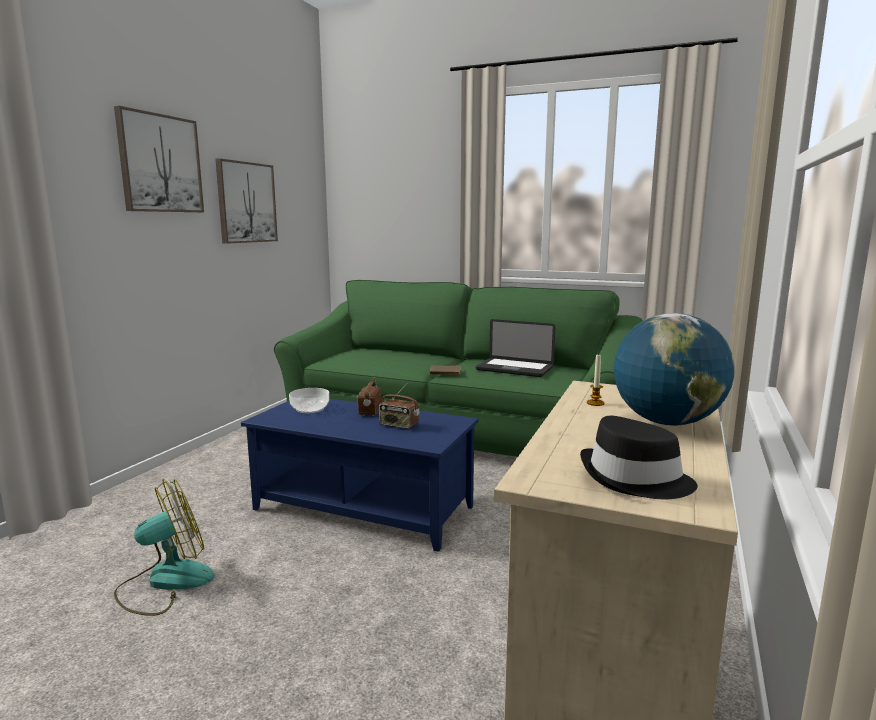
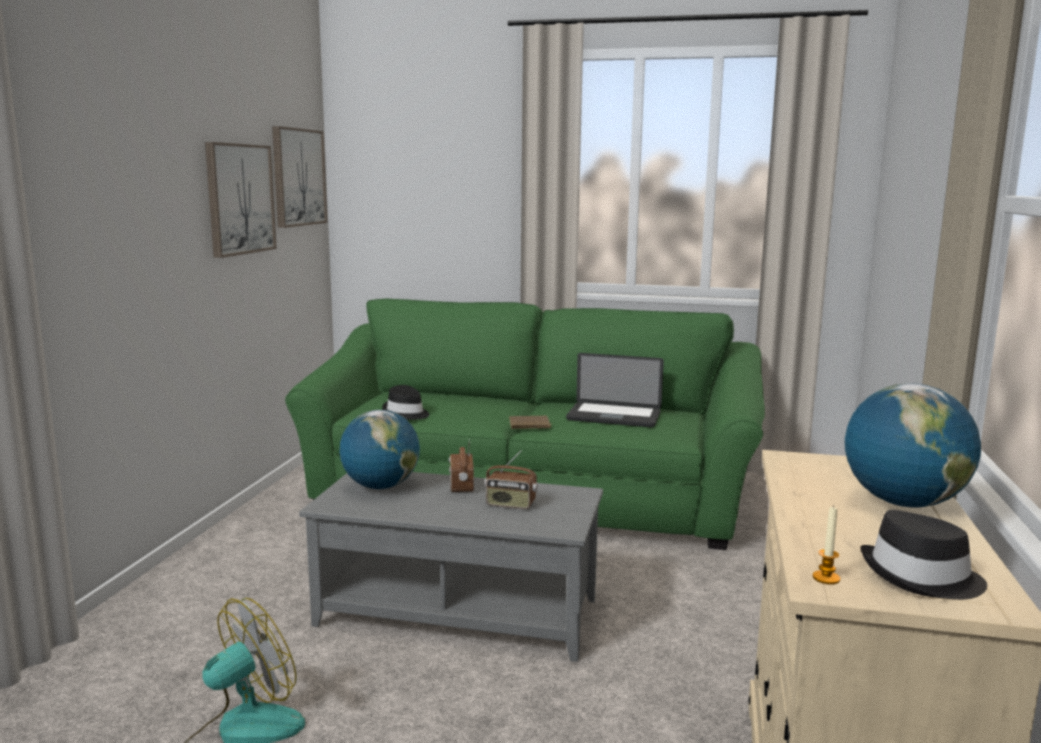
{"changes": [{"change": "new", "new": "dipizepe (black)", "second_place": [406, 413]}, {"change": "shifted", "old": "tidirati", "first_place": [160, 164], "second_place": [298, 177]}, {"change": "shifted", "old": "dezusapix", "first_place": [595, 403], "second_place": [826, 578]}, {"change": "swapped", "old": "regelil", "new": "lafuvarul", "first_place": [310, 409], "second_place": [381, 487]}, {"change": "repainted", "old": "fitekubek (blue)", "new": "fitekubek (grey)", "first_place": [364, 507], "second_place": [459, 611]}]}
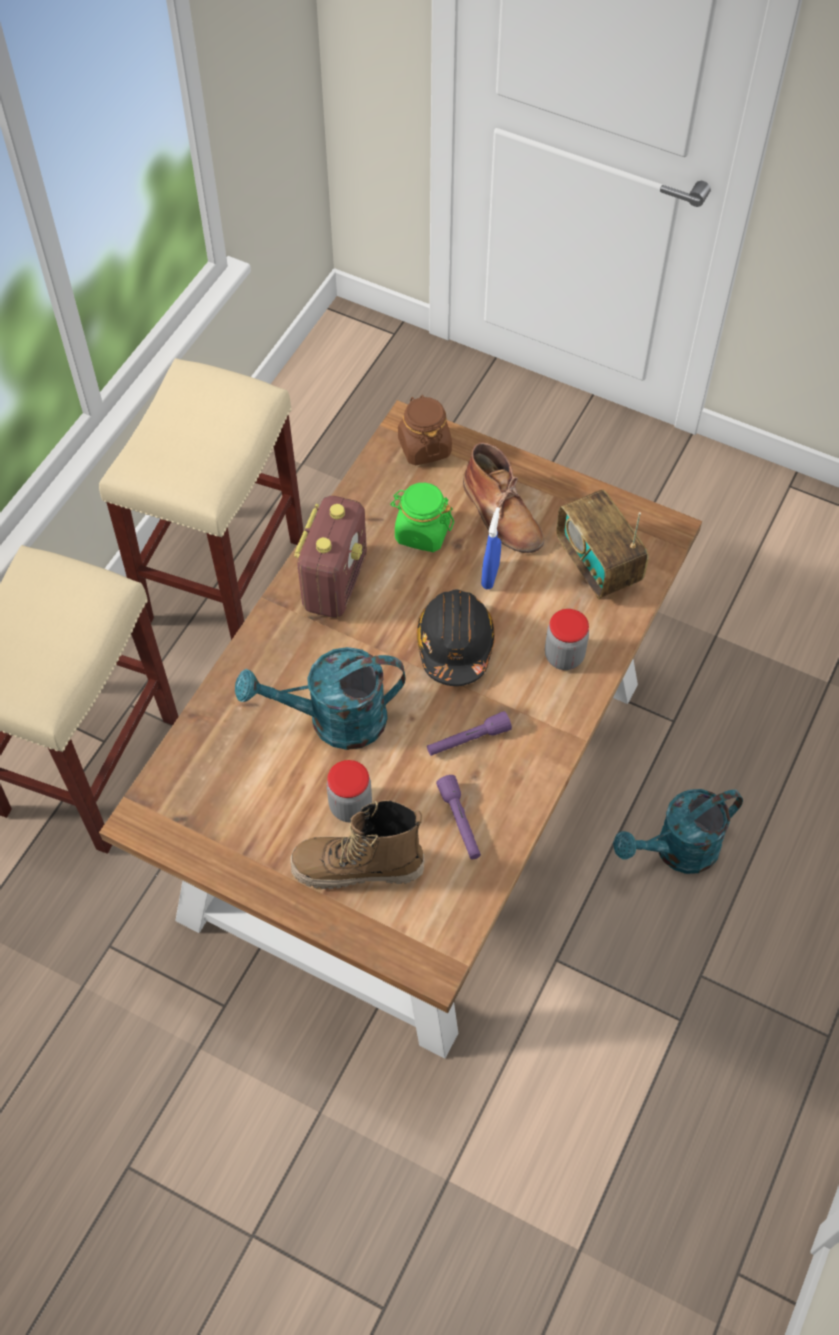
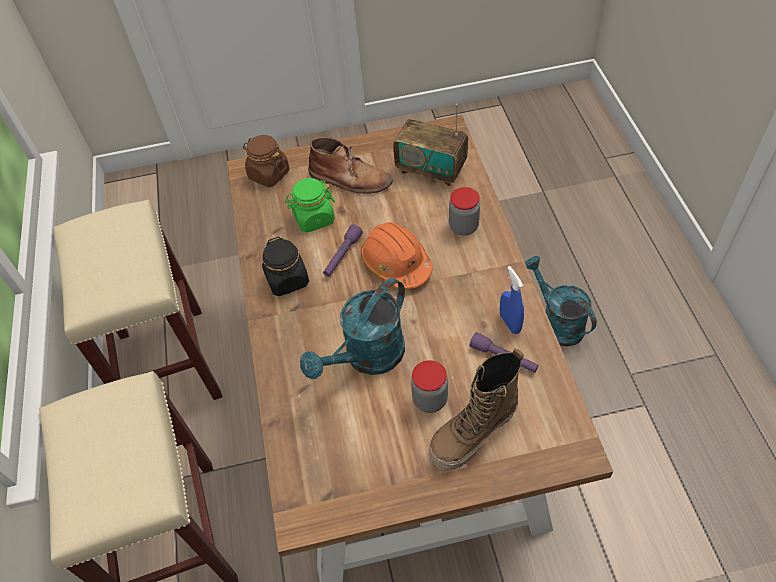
{"changes": [{"change": "shifted", "old": "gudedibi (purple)", "first_place": [468, 740], "second_place": [342, 256]}, {"change": "shifted", "old": "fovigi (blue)", "first_place": [490, 576], "second_place": [510, 323]}, {"change": "swapped", "old": "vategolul", "new": "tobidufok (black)", "first_place": [335, 582], "second_place": [287, 280]}, {"change": "repainted", "old": "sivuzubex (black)", "new": "sivuzubex (orange)", "first_place": [455, 644], "second_place": [396, 263]}, {"change": "rotated", "old": "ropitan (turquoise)", "first_place": [677, 851], "second_place": [556, 322], "degrees": 120}]}
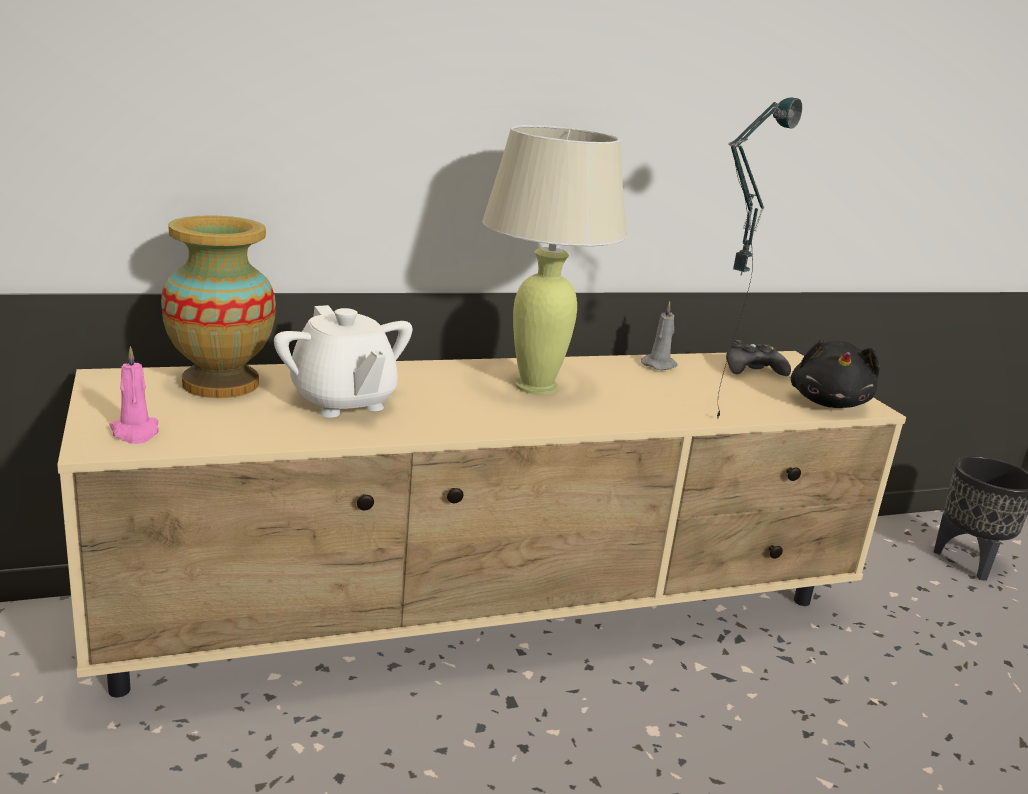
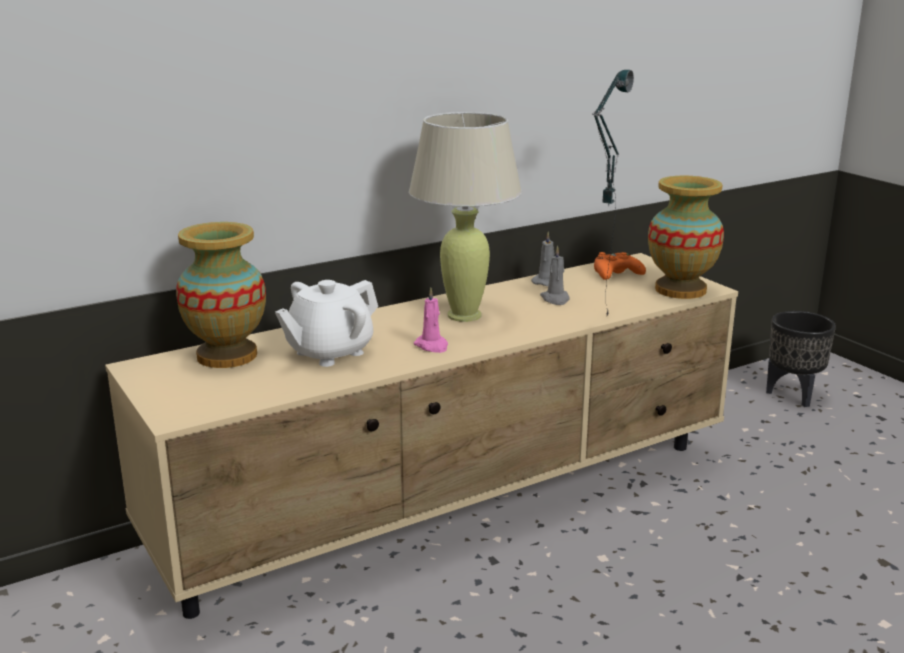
{"changes": [{"change": "new", "new": "dezusapix (grey)", "second_place": [555, 299]}, {"change": "shifted", "old": "dezusapix (pink)", "first_place": [135, 432], "second_place": [432, 346]}, {"change": "swapped", "old": "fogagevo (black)", "new": "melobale", "first_place": [829, 402], "second_place": [680, 290]}, {"change": "repainted", "old": "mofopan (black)", "new": "mofopan (orange)", "first_place": [752, 370], "second_place": [616, 274]}, {"change": "rotated", "old": "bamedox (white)", "first_place": [343, 402], "second_place": [329, 352], "degrees": 90}]}
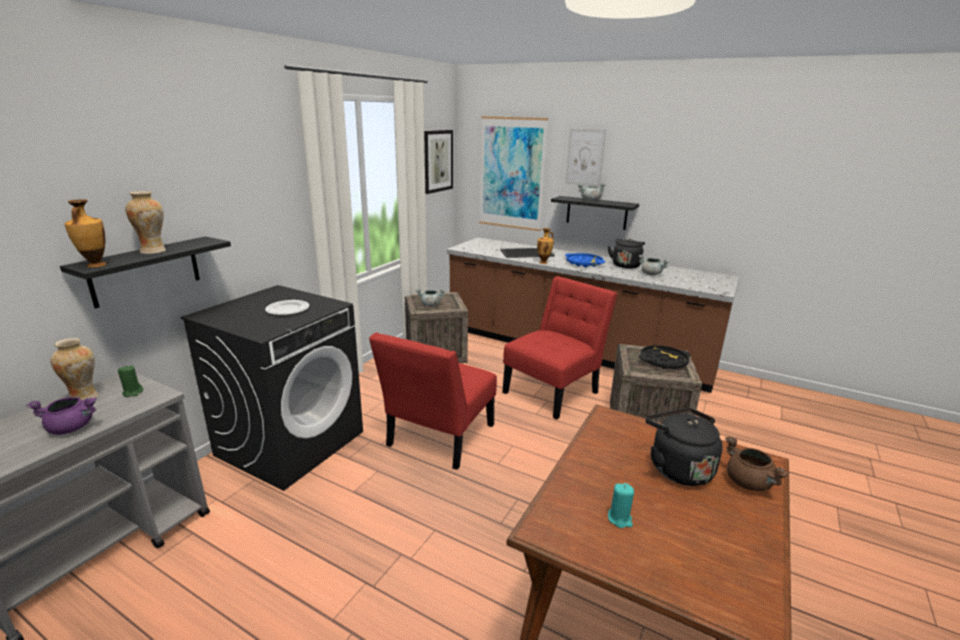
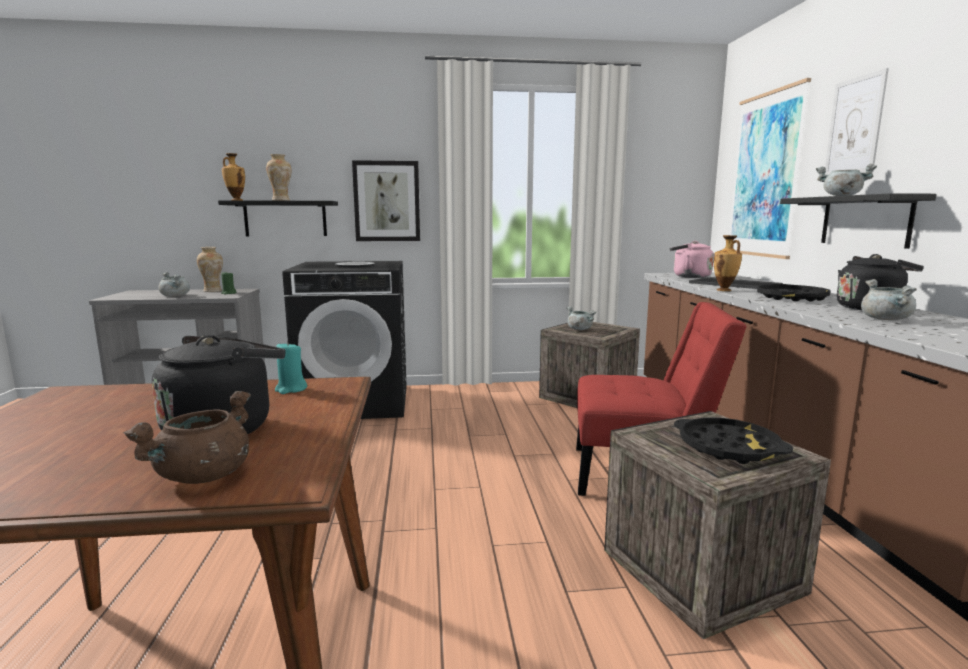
{"changes": [{"change": "gone", "old": "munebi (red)", "first_place": [438, 439]}, {"change": "new", "new": "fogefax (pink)", "second_place": [689, 276]}, {"change": "shifted", "old": "tidirati", "first_place": [437, 161], "second_place": [387, 201]}, {"change": "shifted", "old": "dezusapix (turquoise)", "first_place": [620, 519], "second_place": [291, 389]}, {"change": "repainted", "old": "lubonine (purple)", "new": "lubonine (grey)", "first_place": [72, 428], "second_place": [175, 296]}, {"change": "repainted", "old": "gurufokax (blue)", "new": "gurufokax (black)", "first_place": [584, 263], "second_place": [791, 298]}]}
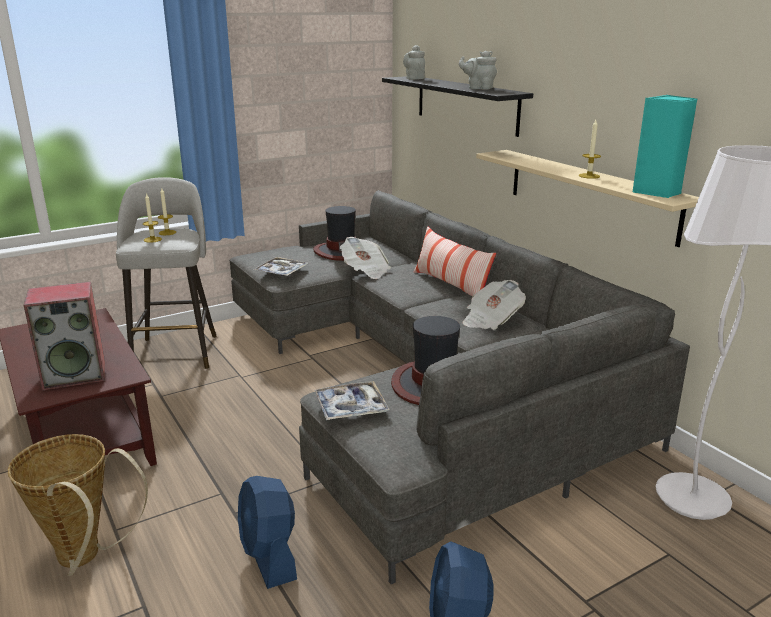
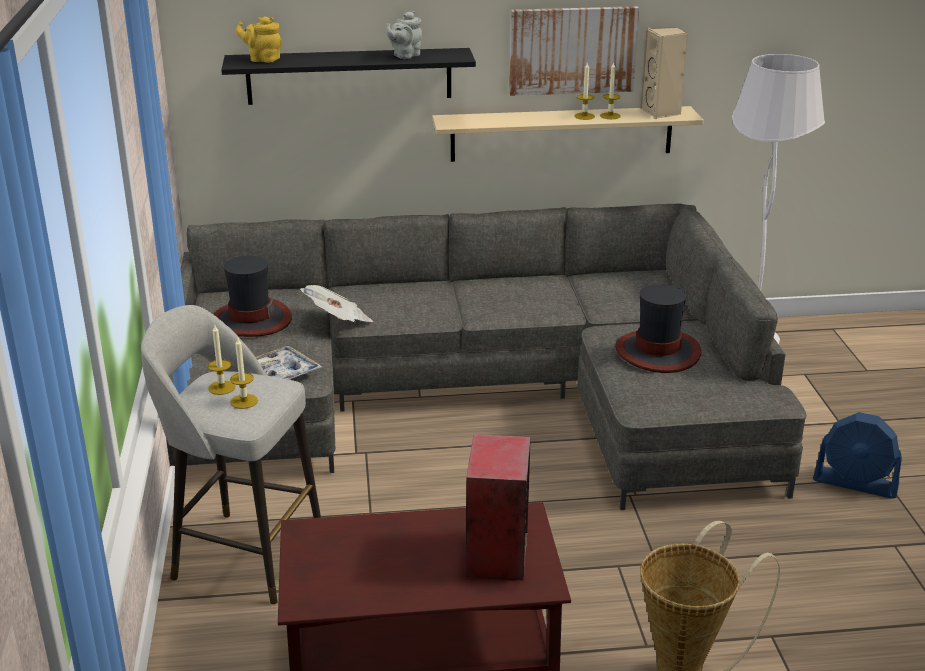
{"changes": [{"change": "gone", "old": "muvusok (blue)", "first_place": [269, 555]}, {"change": "gone", "old": "gurufokax", "first_place": [351, 407]}, {"change": "gone", "old": "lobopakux", "first_place": [451, 285]}, {"change": "gone", "old": "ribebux", "first_place": [491, 320]}, {"change": "new", "new": "tidirati", "second_place": [572, 50]}, {"change": "new", "new": "dezusapix", "second_place": [610, 116]}, {"change": "repainted", "old": "bamedox (grey)", "new": "bamedox (yellow)", "first_place": [414, 78], "second_place": [262, 59]}, {"change": "repainted", "old": "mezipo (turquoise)", "new": "mezipo (beige)", "first_place": [657, 192], "second_place": [661, 112]}]}
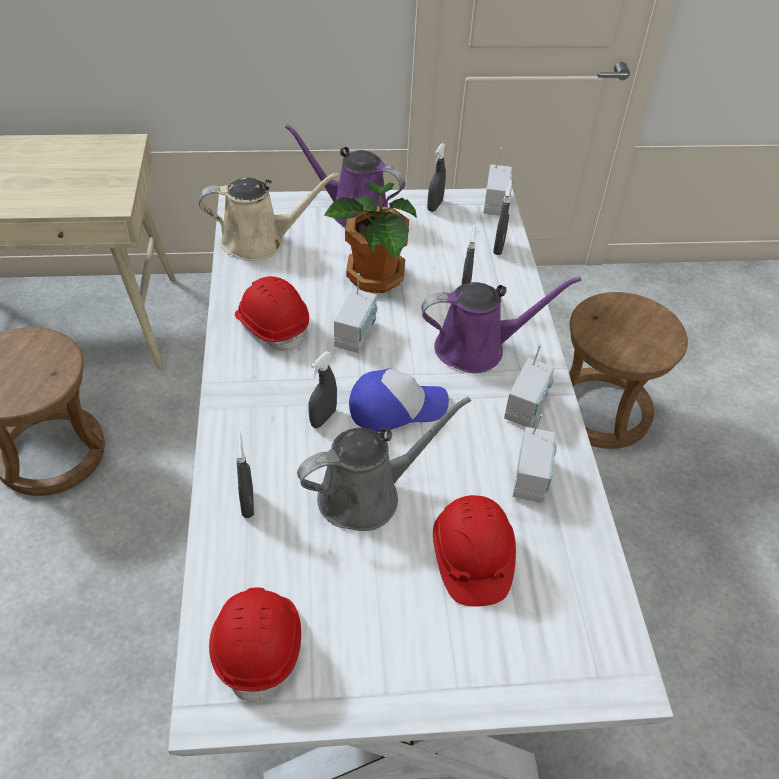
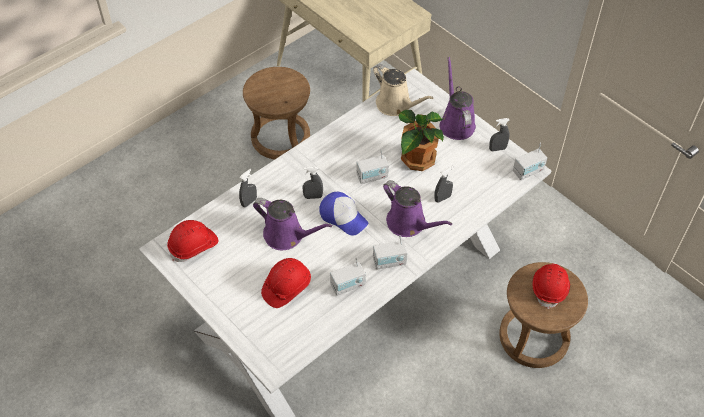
{"changes": [{"change": "gone", "old": "fovigi (grey)", "first_place": [499, 247]}, {"change": "shifted", "old": "sivuzubex (red)", "first_place": [272, 326], "second_place": [549, 288]}, {"change": "repainted", "old": "ropitan (grey)", "new": "ropitan (purple)", "first_place": [367, 495], "second_place": [287, 235]}]}
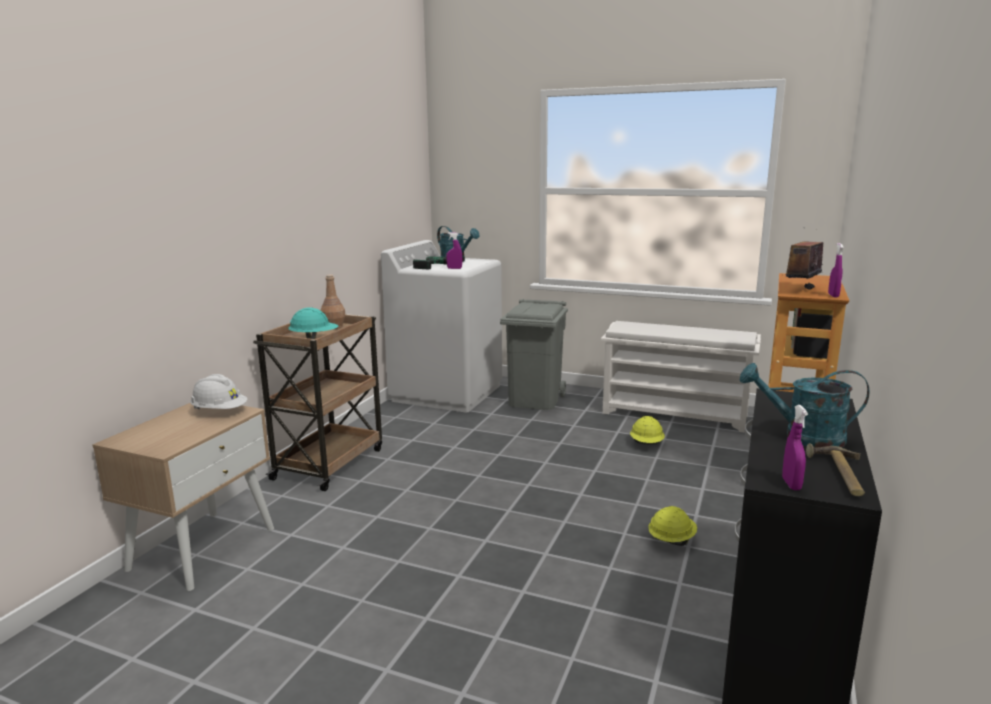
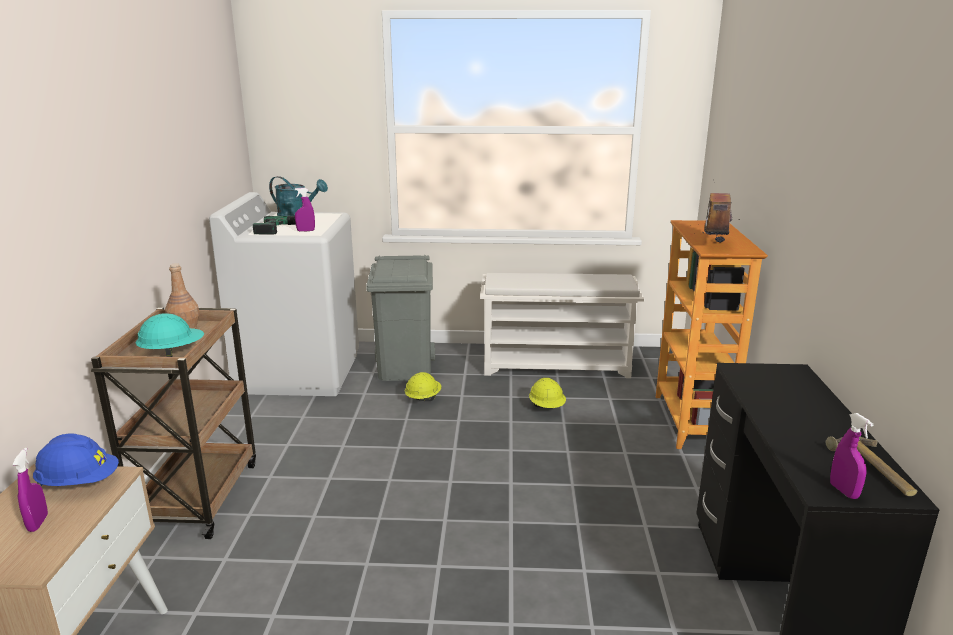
{"changes": [{"change": "gone", "old": "ropitan (turquoise)", "first_place": [803, 437]}, {"change": "shifted", "old": "sivuzubex (yellow)", "first_place": [671, 540], "second_place": [423, 399]}, {"change": "shifted", "old": "fovigi (purple)", "first_place": [833, 295], "second_place": [38, 523]}, {"change": "repainted", "old": "sivuzubex (white)", "new": "sivuzubex (blue)", "first_place": [220, 411], "second_place": [79, 482]}]}
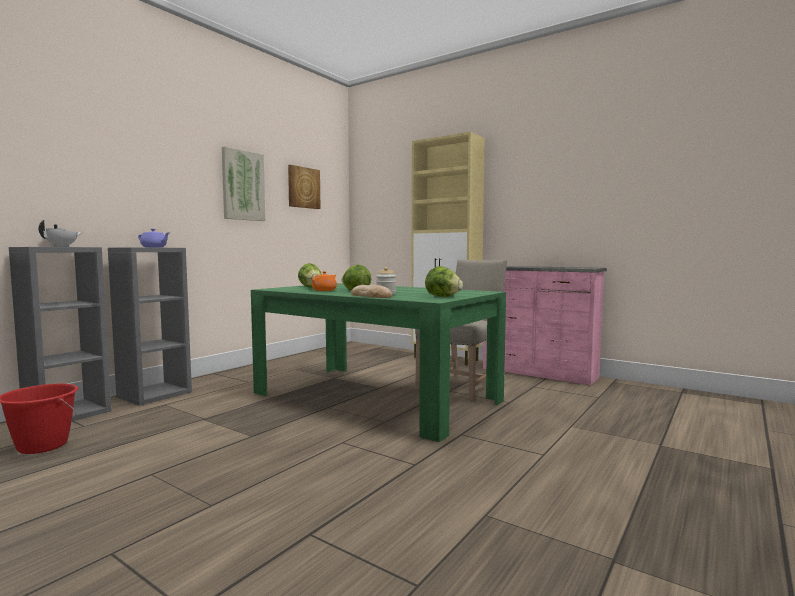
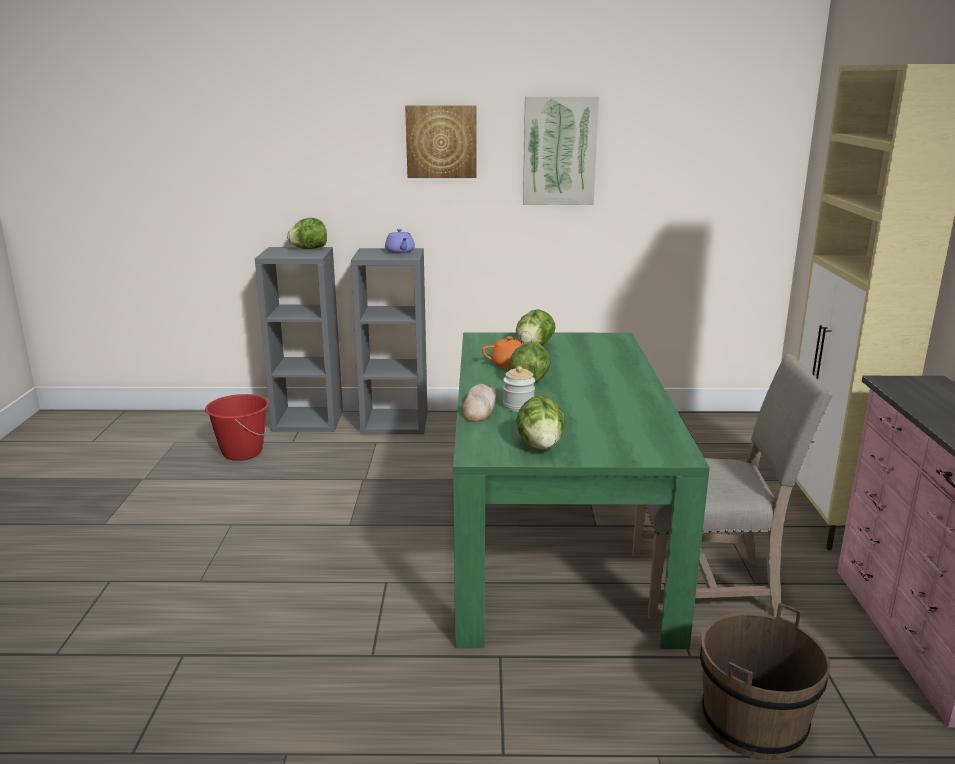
{"changes": [{"change": "new", "new": "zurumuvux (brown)", "second_place": [753, 723]}, {"change": "shifted", "old": "tidirati", "first_place": [303, 187], "second_place": [441, 142]}, {"change": "swapped", "old": "bamedox (white)", "new": "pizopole", "first_place": [62, 246], "second_place": [309, 249]}]}
